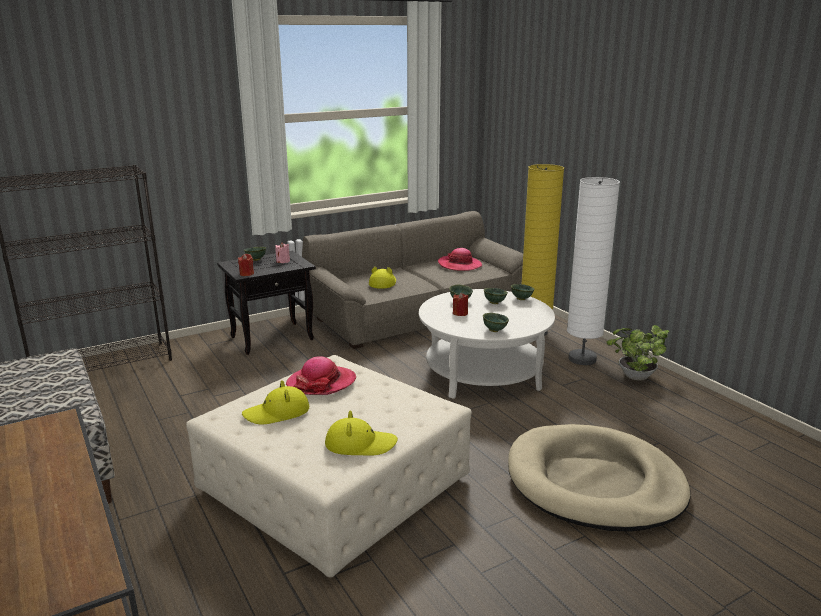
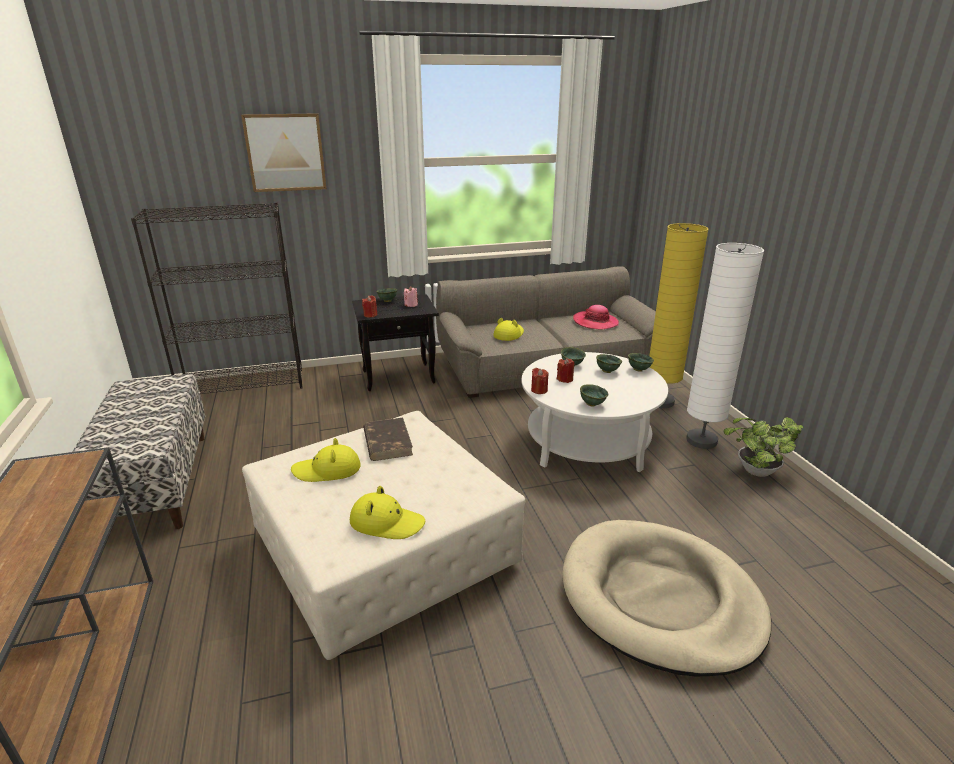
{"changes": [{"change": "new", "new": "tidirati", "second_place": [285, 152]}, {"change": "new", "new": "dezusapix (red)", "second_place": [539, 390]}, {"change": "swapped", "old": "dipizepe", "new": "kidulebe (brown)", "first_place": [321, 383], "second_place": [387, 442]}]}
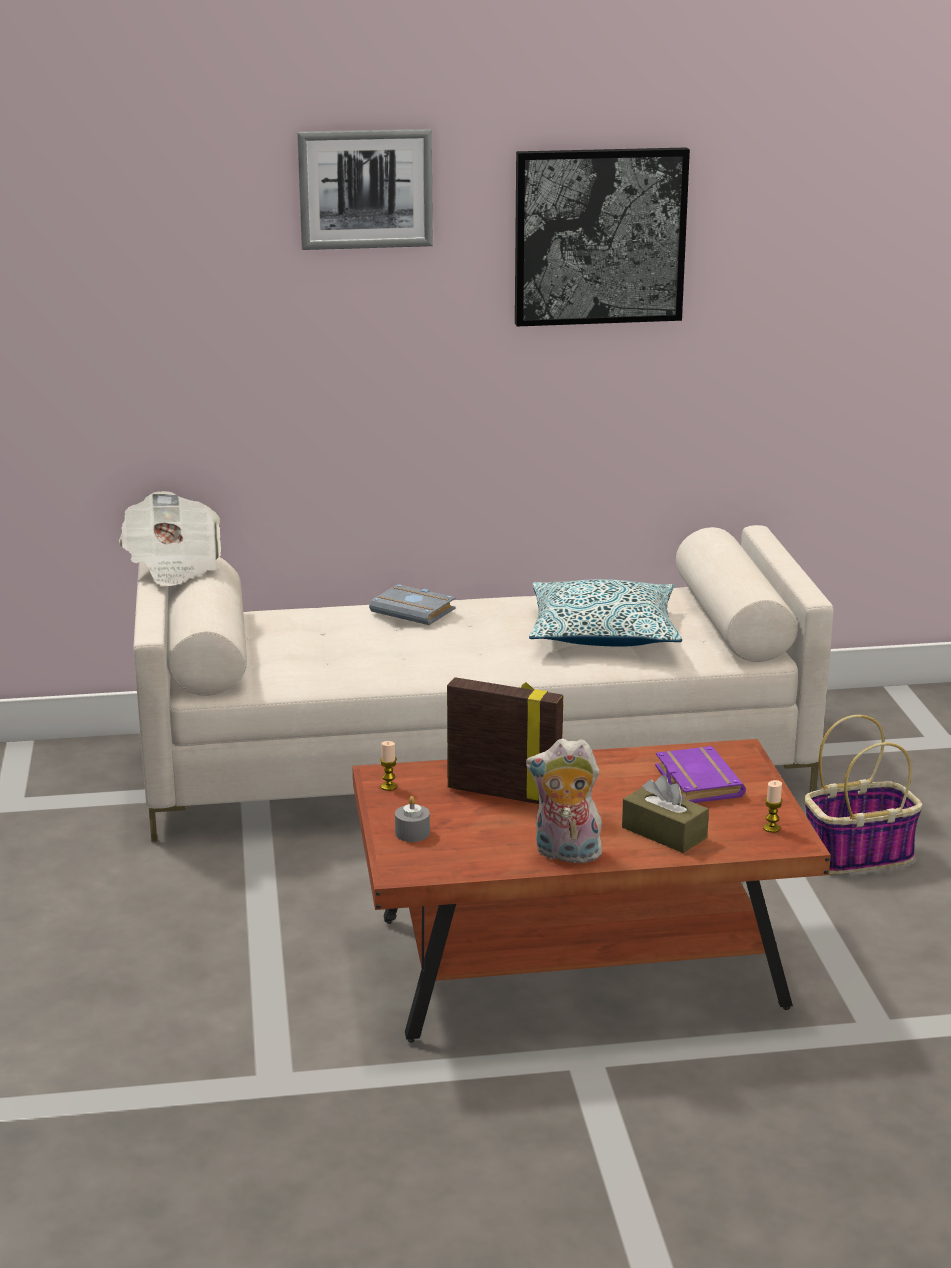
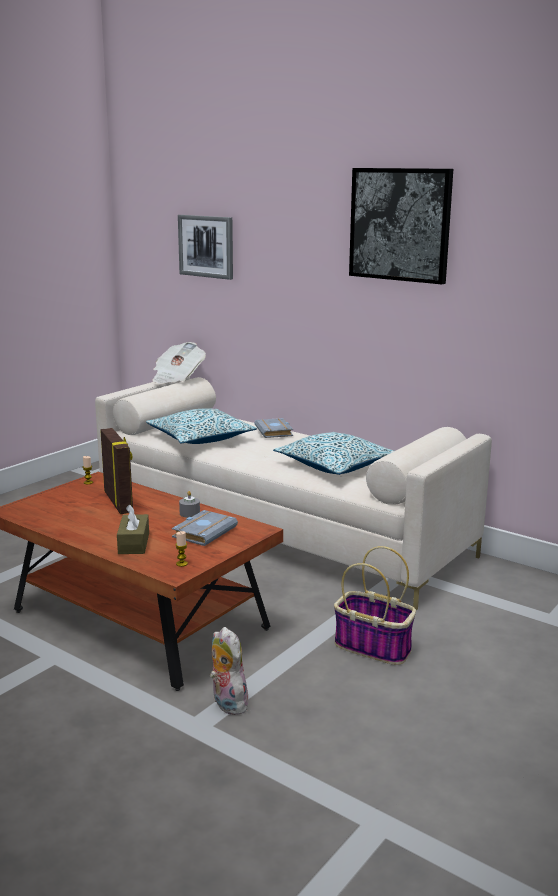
{"changes": [{"change": "new", "new": "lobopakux", "second_place": [200, 438]}, {"change": "shifted", "old": "tidirati", "first_place": [365, 189], "second_place": [206, 246]}, {"change": "shifted", "old": "dezusapix (grey)", "first_place": [412, 833], "second_place": [189, 513]}, {"change": "shifted", "old": "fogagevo", "first_place": [565, 854], "second_place": [226, 703]}, {"change": "repainted", "old": "kidulebe (purple)", "new": "kidulebe (grey)", "first_place": [695, 781], "second_place": [204, 532]}]}
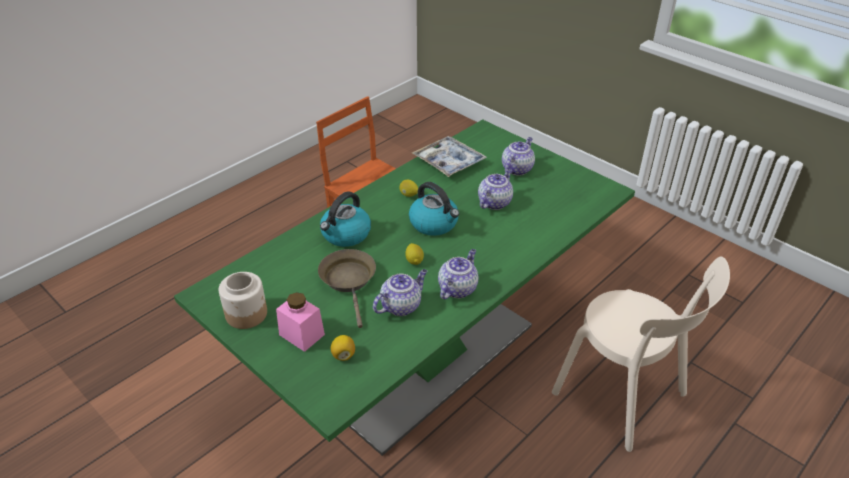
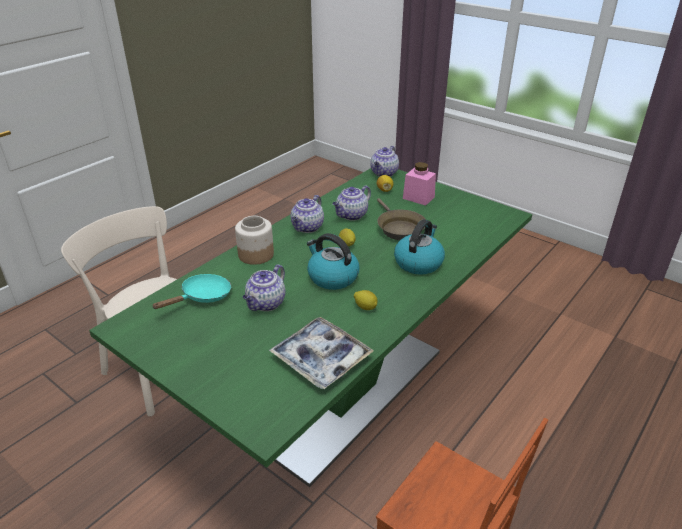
{"changes": [{"change": "new", "new": "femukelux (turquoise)", "second_place": [202, 297]}, {"change": "shifted", "old": "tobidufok", "first_place": [247, 314], "second_place": [255, 255]}, {"change": "shifted", "old": "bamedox", "first_place": [517, 169], "second_place": [384, 173]}]}
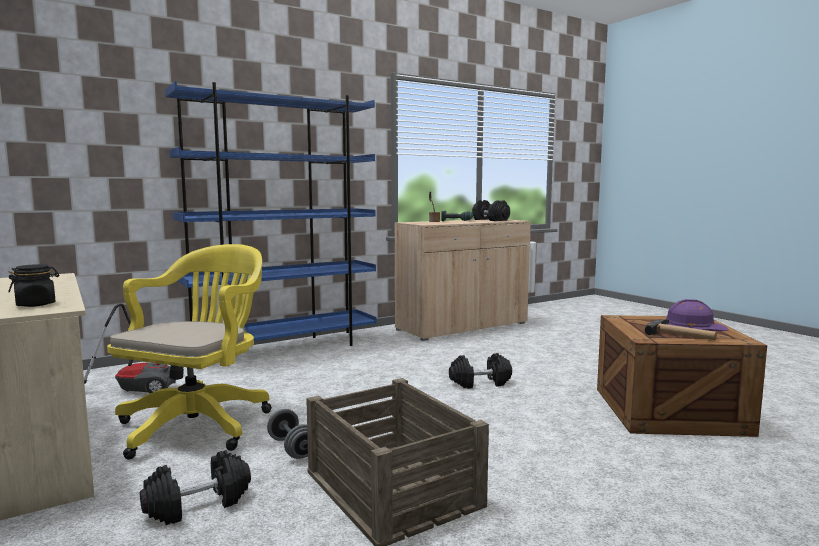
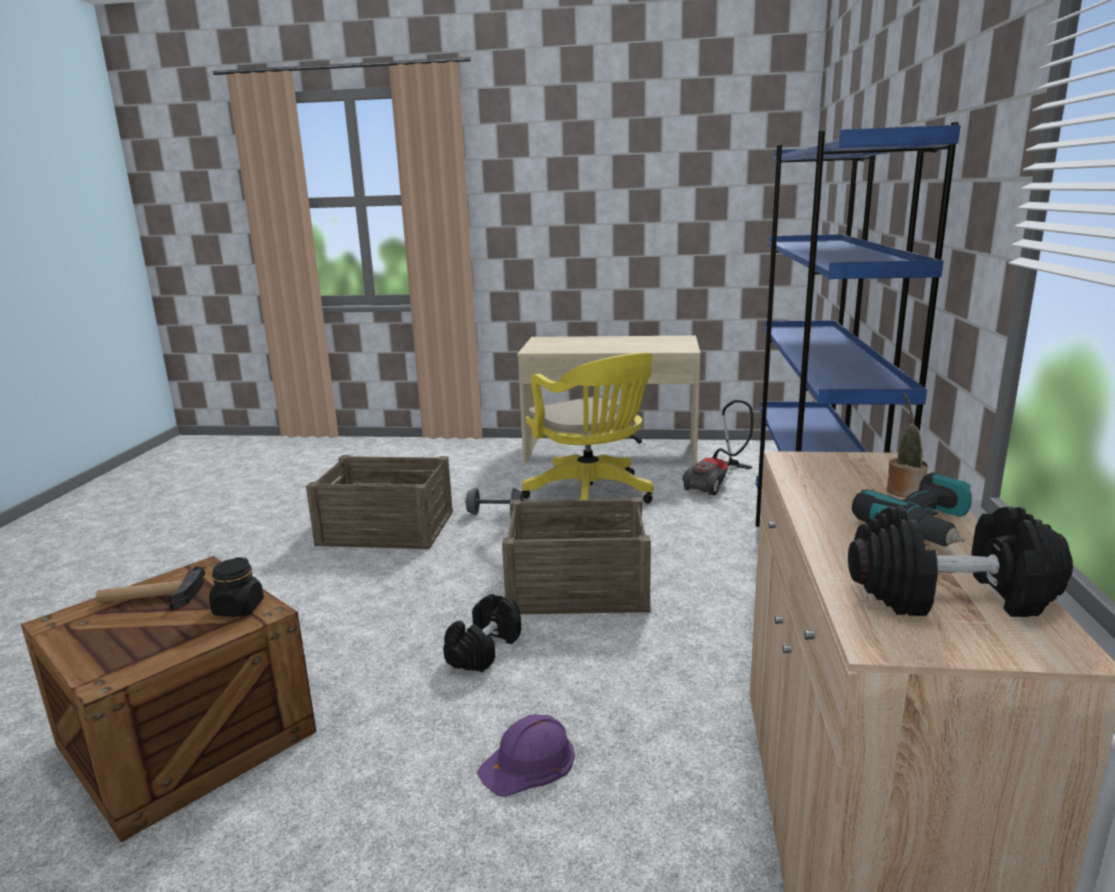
{"changes": [{"change": "gone", "old": "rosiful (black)", "first_place": [198, 504]}, {"change": "new", "new": "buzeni", "second_place": [578, 586]}, {"change": "shifted", "old": "tobidufok (black)", "first_place": [36, 304], "second_place": [238, 608]}, {"change": "shifted", "old": "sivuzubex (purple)", "first_place": [693, 325], "second_place": [529, 762]}]}
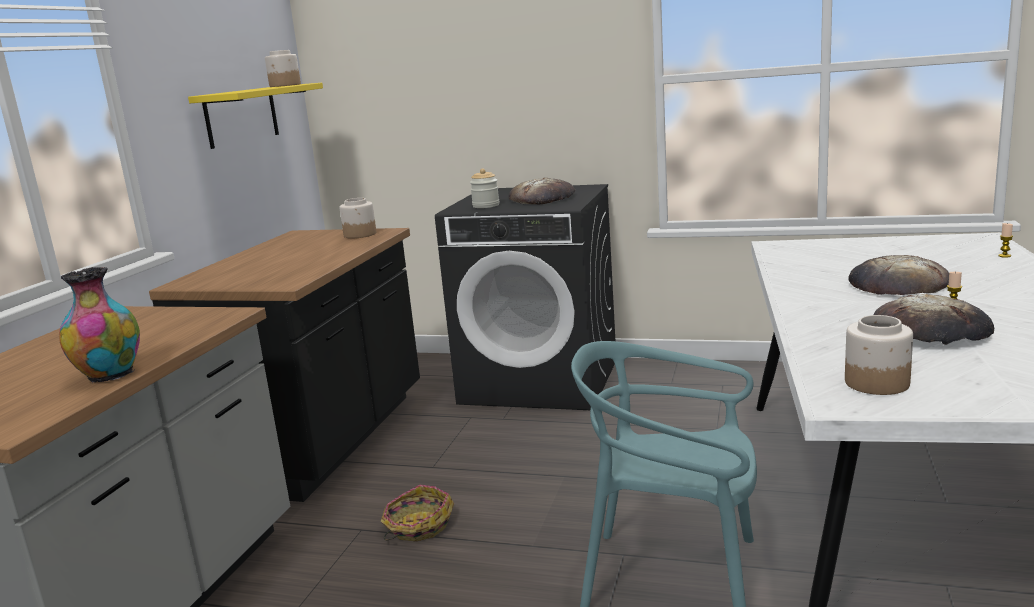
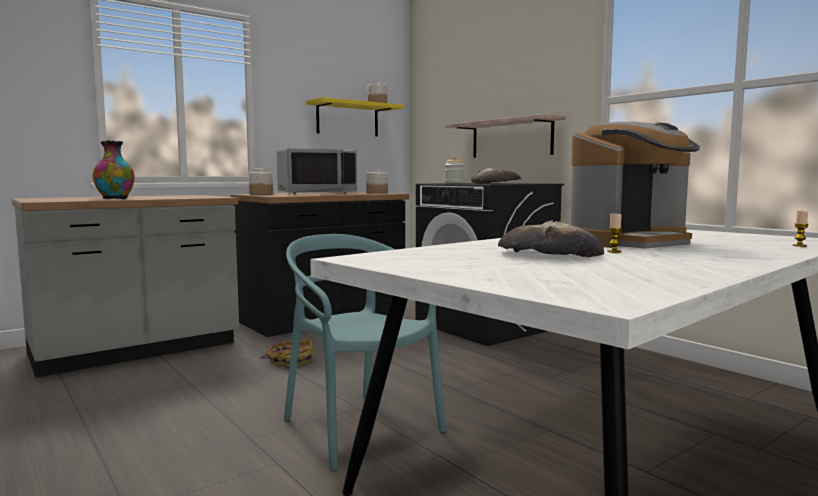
{"changes": [{"change": "new", "new": "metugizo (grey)", "second_place": [317, 193]}, {"change": "new", "new": "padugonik", "second_place": [511, 139]}, {"change": "shifted", "old": "tobidufok", "first_place": [876, 383], "second_place": [261, 194]}, {"change": "swapped", "old": "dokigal", "new": "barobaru", "first_place": [897, 284], "second_place": [630, 242]}]}
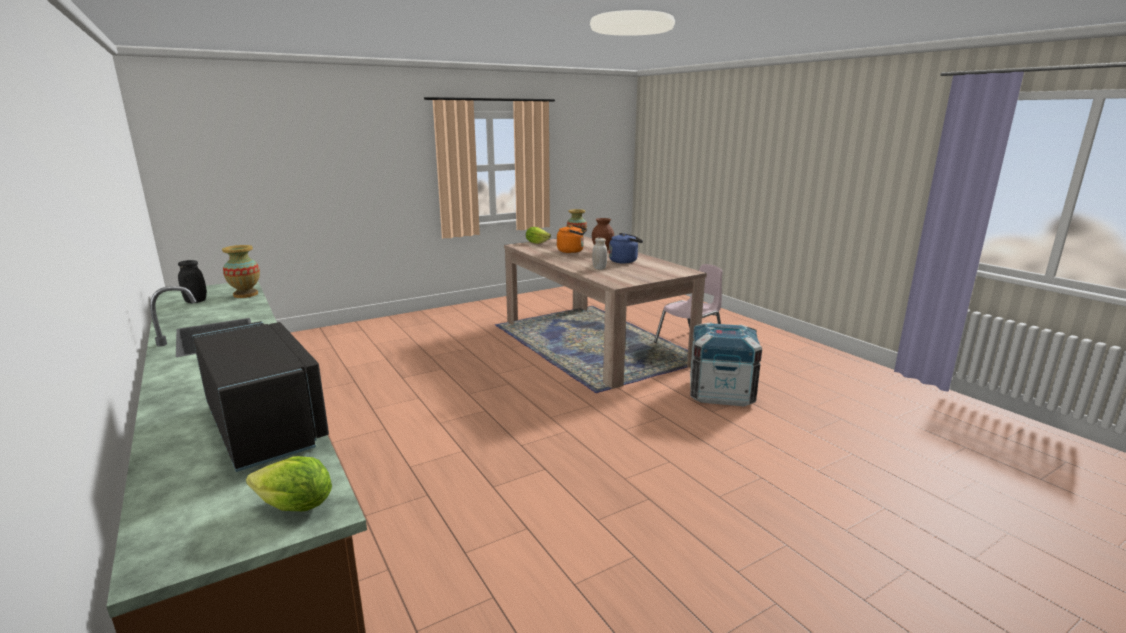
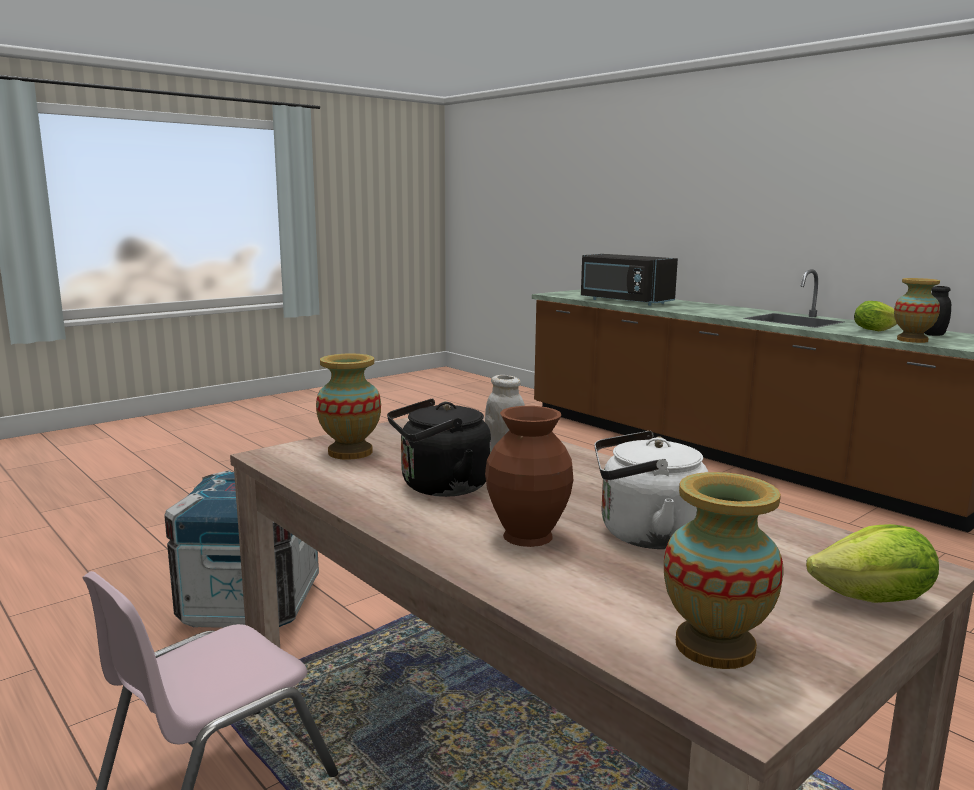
{"changes": [{"change": "new", "new": "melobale", "second_place": [350, 452]}, {"change": "shifted", "old": "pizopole", "first_place": [295, 507], "second_place": [874, 330]}, {"change": "repainted", "old": "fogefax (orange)", "new": "fogefax (white)", "first_place": [572, 251], "second_place": [644, 535]}, {"change": "repainted", "old": "fogefax (blue)", "new": "fogefax (black)", "first_place": [624, 261], "second_place": [440, 487]}]}
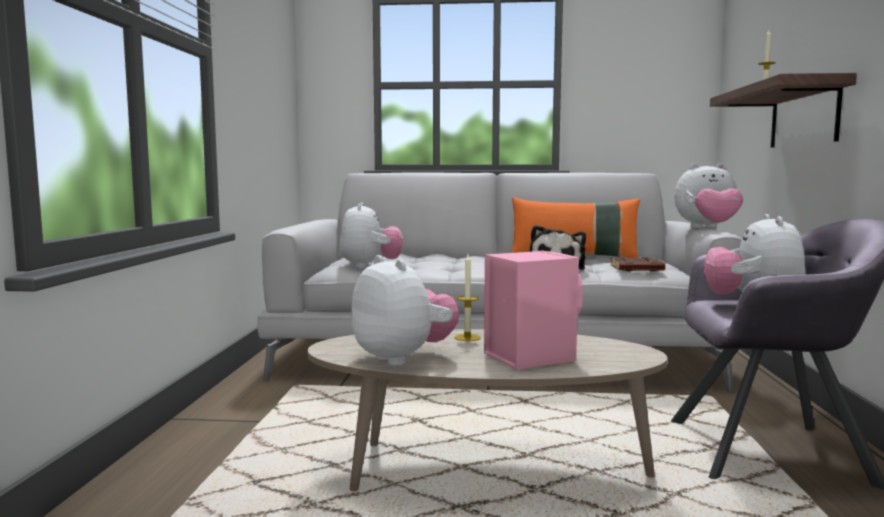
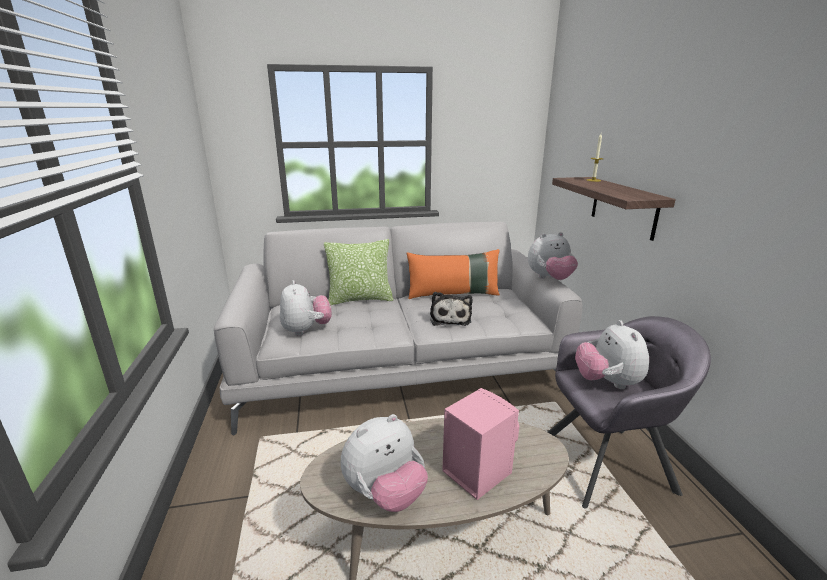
{"changes": [{"change": "gone", "old": "dezusapix", "first_place": [467, 337]}, {"change": "gone", "old": "kidulebe (brown)", "first_place": [636, 269]}, {"change": "new", "new": "lobopakux", "second_place": [360, 299]}, {"change": "rotated", "old": "fogagevo", "first_place": [403, 358], "second_place": [385, 493], "degrees": 105}]}
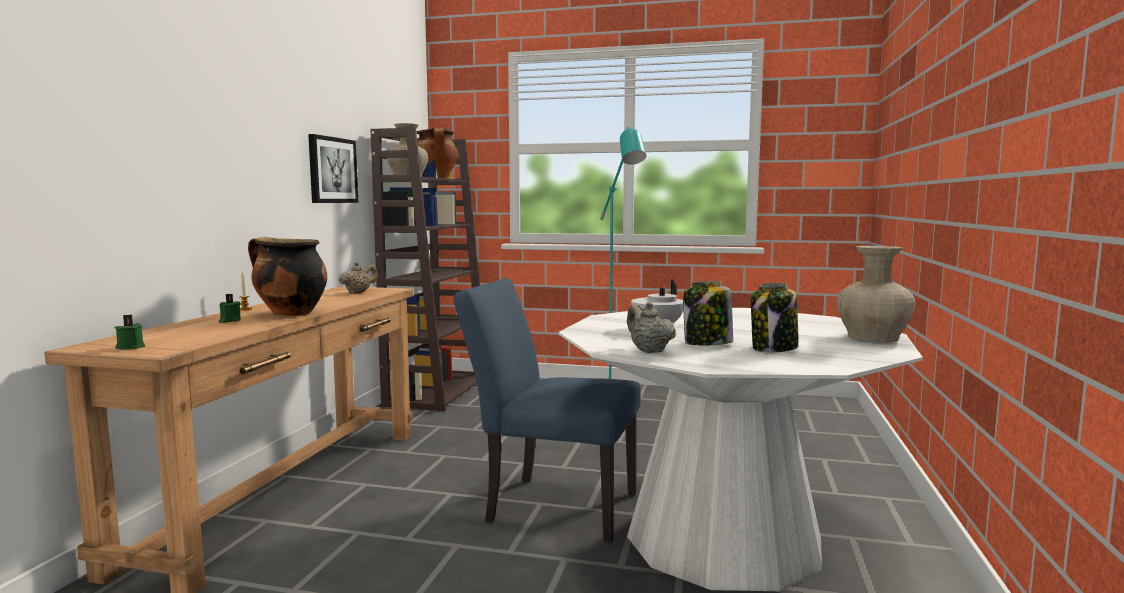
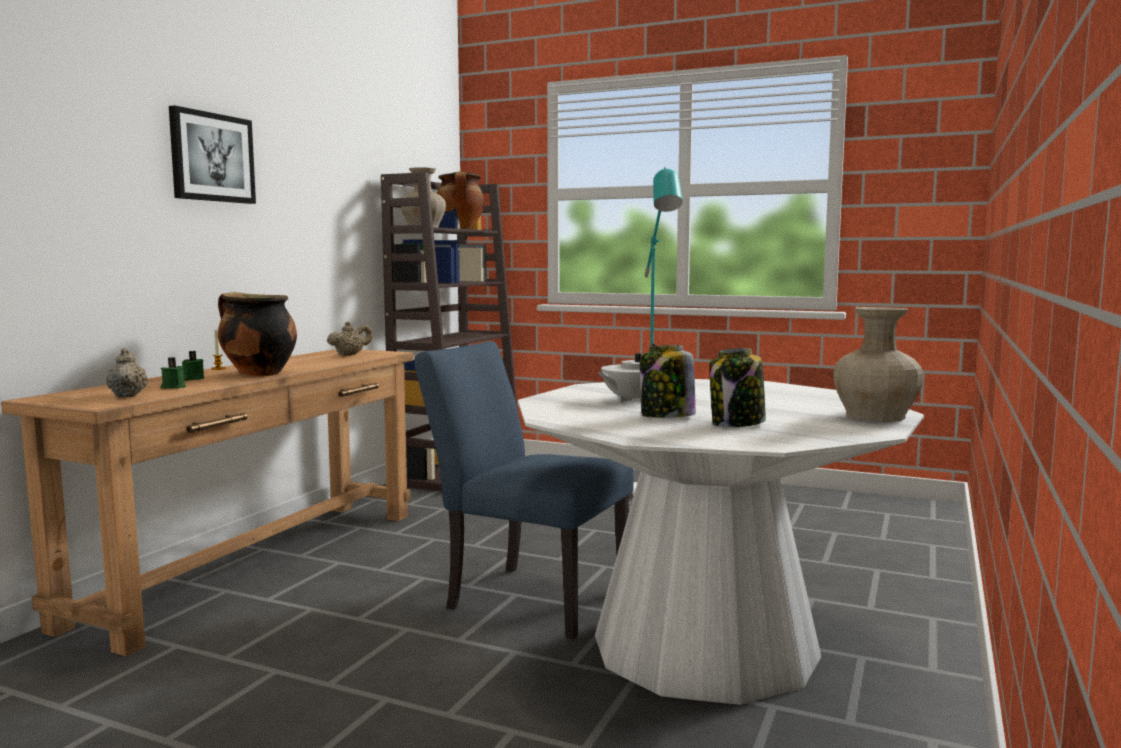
{"changes": [{"change": "shifted", "old": "dezusapix (green)", "first_place": [130, 347], "second_place": [173, 387]}, {"change": "shifted", "old": "tidirati", "first_place": [332, 170], "second_place": [211, 157]}, {"change": "shifted", "old": "bamedox (beige)", "first_place": [648, 351], "second_place": [128, 396]}]}
